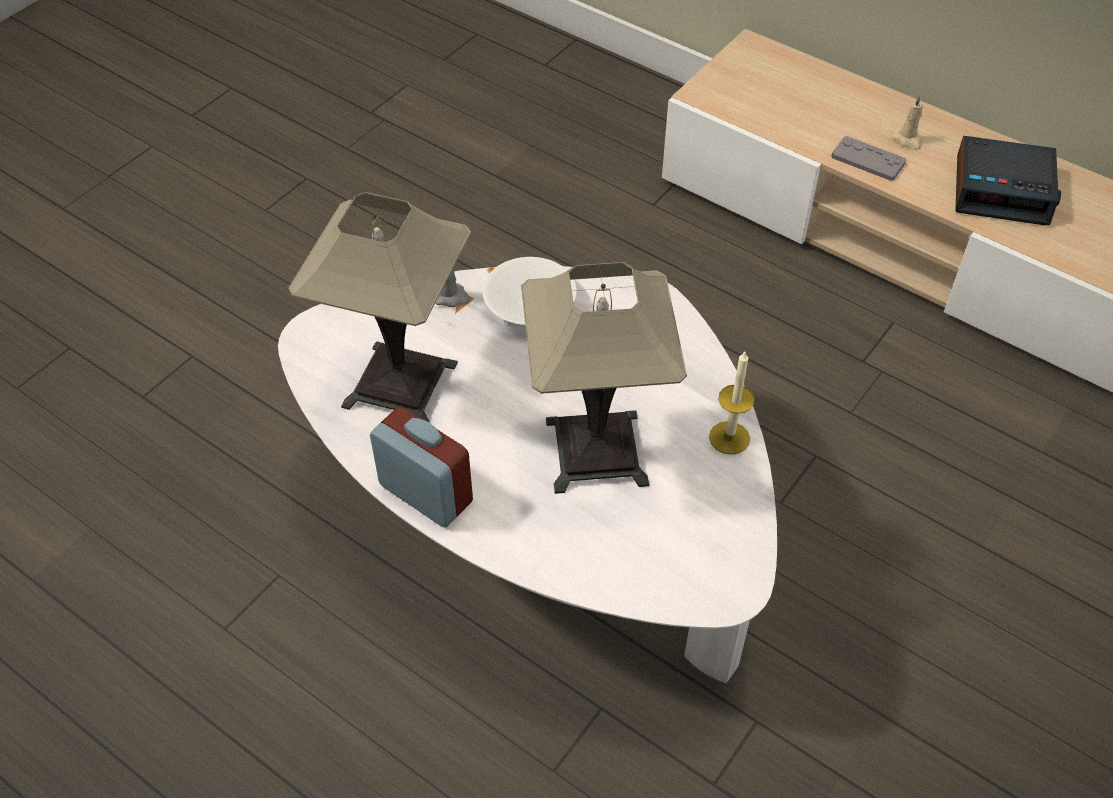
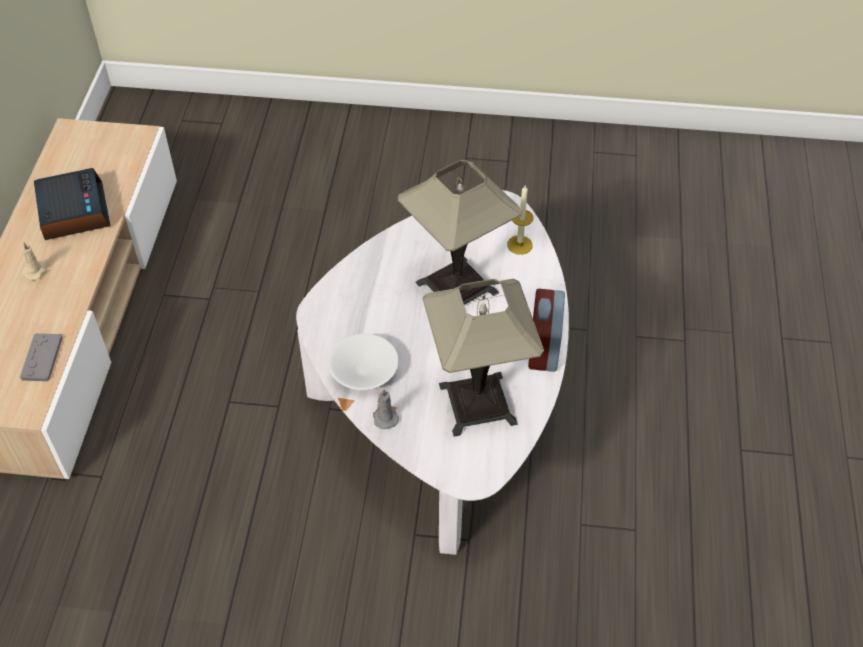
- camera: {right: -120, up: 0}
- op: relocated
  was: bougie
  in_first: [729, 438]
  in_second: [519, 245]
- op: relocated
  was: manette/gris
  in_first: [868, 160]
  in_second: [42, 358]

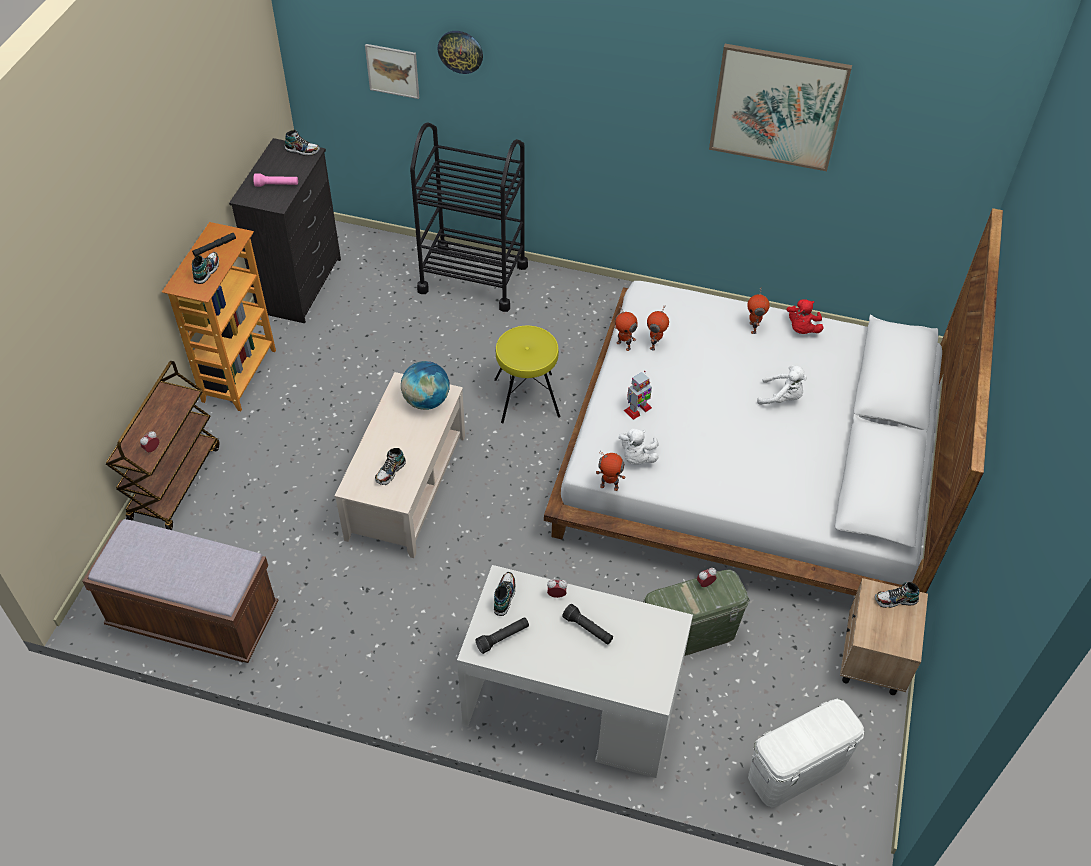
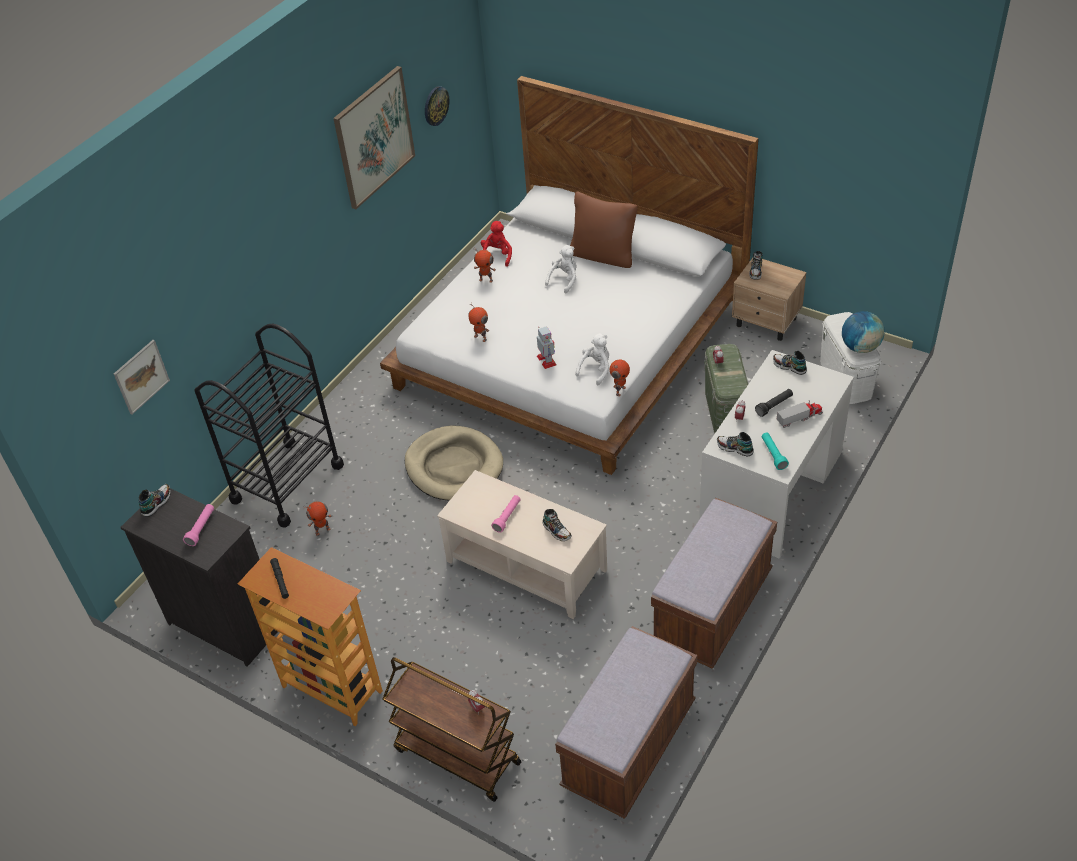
- camera: {right: -70, up: -5}
- op: relocated
  was: chaussure
  in_first: [207, 271]
  in_second: [789, 367]
- op: relocated
  was: globe
  in_first: [426, 401]
  in_second: [860, 347]
- op: relocated
  was: horloge murale
  in_first: [460, 51]
  in_second: [435, 105]
- op: colour
  was: lampe de poche/noir
  now: lampe de poche/turquoise
  in_first: [503, 638]
  in_second: [773, 454]
- op: exchanged
  was: tabouret/jaune
  now: panier pour chien/beige
  in_first: [527, 397]
  in_second: [454, 466]
- op: relocated
  was: robot jouet
  in_first: [624, 345]
  in_second: [322, 530]
- op: spun
  was: peluche/blanc
  in_first: [636, 457]
  in_second: [596, 369]
  clockwise: -90
- op: spun
  was: peluche/rouge
  in_first: [801, 329]
  in_second: [497, 256]
  clockwise: -120
- op: appeared
  now: lampe de poche/rose
  in_second: [507, 517]
- op: appeared
  now: coussin/marron
  in_second: [603, 255]
- op: appeared
  now: banc/marron
  in_second: [712, 609]
- op: appeared
  now: camion jouet
  in_second: [800, 418]

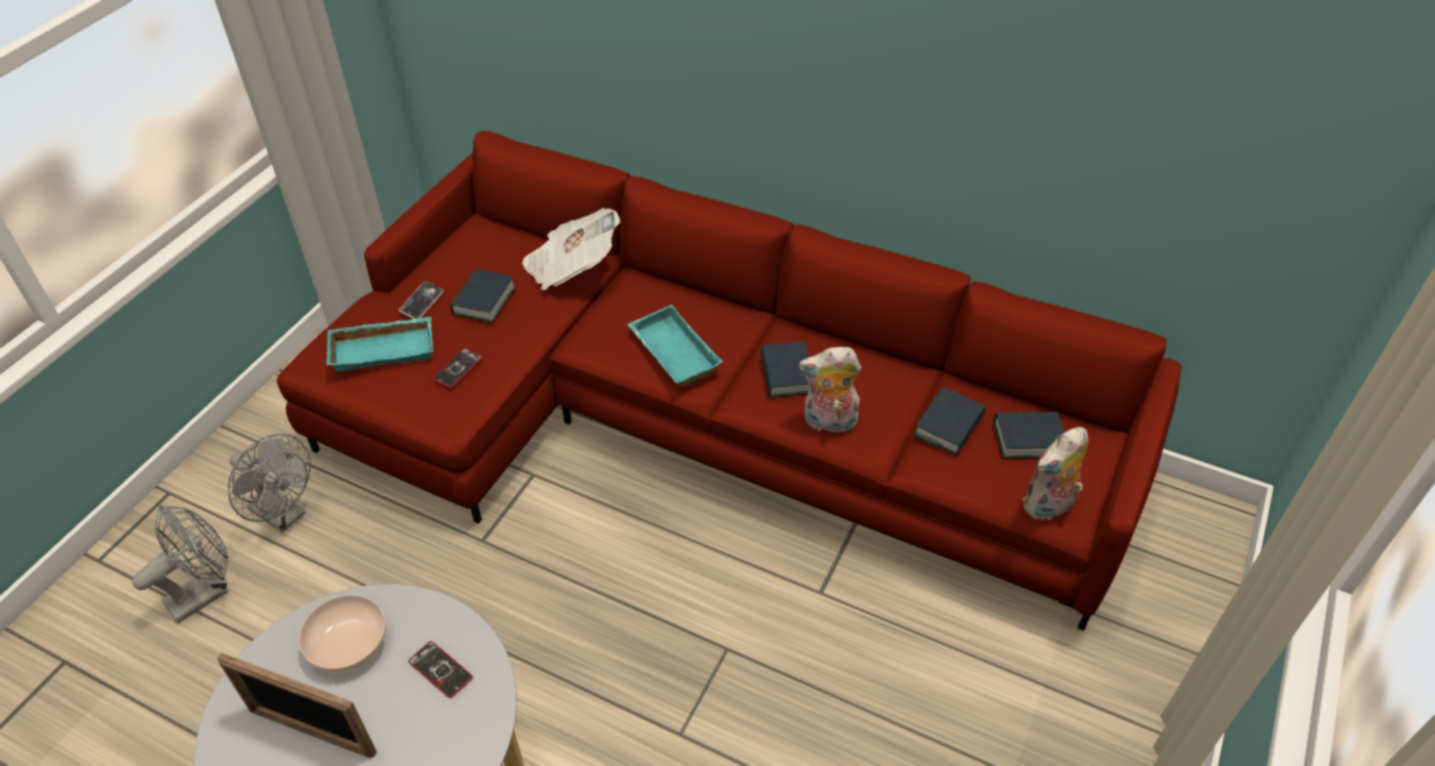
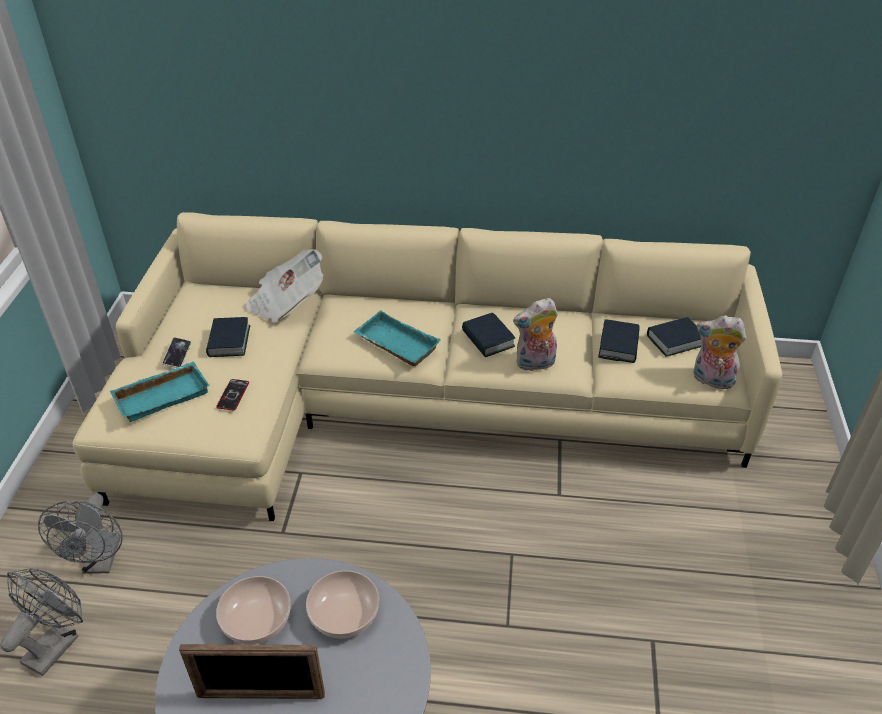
- camera: {right: -20, up: -5}
- op: spun
  was: ventilateur/gris
  in_first: [284, 515]
  in_second: [101, 562]
  clockwise: 75
- op: colour
  was: canapé/rouge
  now: canapé/beige
  in_first: [699, 424]
  in_second: [412, 403]
- op: exchanged
  was: téléphone
  now: bol
  in_first: [440, 670]
  in_second: [344, 614]
- op: spun
  was: peluche
  in_first: [1048, 507]
  in_second: [711, 380]
  clockwise: 75

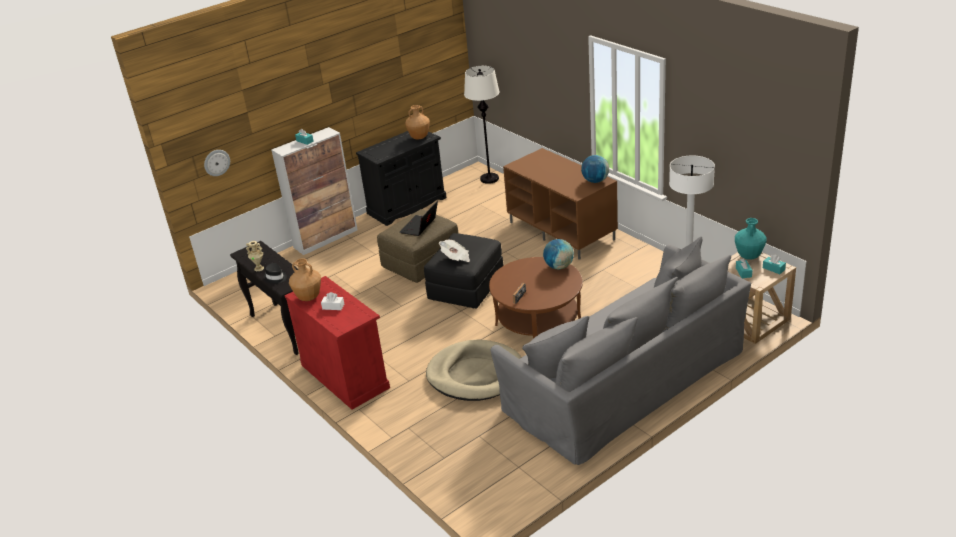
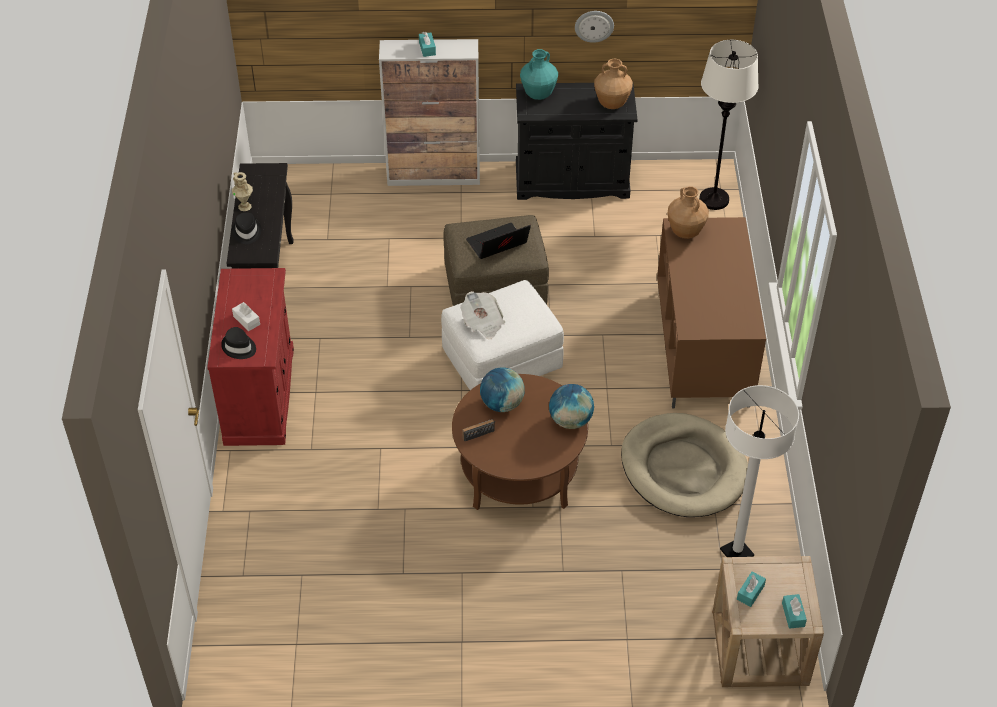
- camera: {right: 35, up: 15}
- op: relocated
  was: horloge murale
  in_first: [216, 162]
  in_second: [594, 25]
- op: relocated
  was: vase/marron
  in_first: [308, 297]
  in_second: [685, 232]
- op: colour
  was: pouf/noir
  now: pouf/blanc
  in_first: [466, 287]
  in_second: [502, 359]
- op: relocated
  was: panier pour chien/beige
  in_first: [475, 374]
  in_second: [683, 469]
- op: missing
  was: canapé/gris
  in_first: [624, 378]
- op: relocated
  was: globe
  in_first: [595, 181]
  in_second: [502, 404]
- op: relocated
  was: vase/turquoise
  in_first: [749, 256]
  in_second: [538, 94]
- op: appeared
  now: chapeau/noir
  in_second: [239, 347]

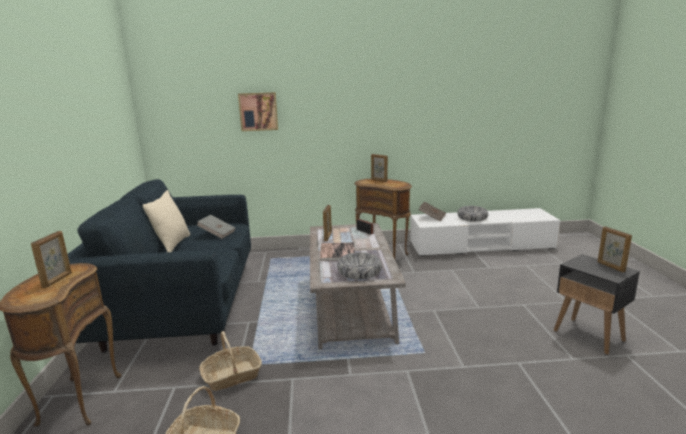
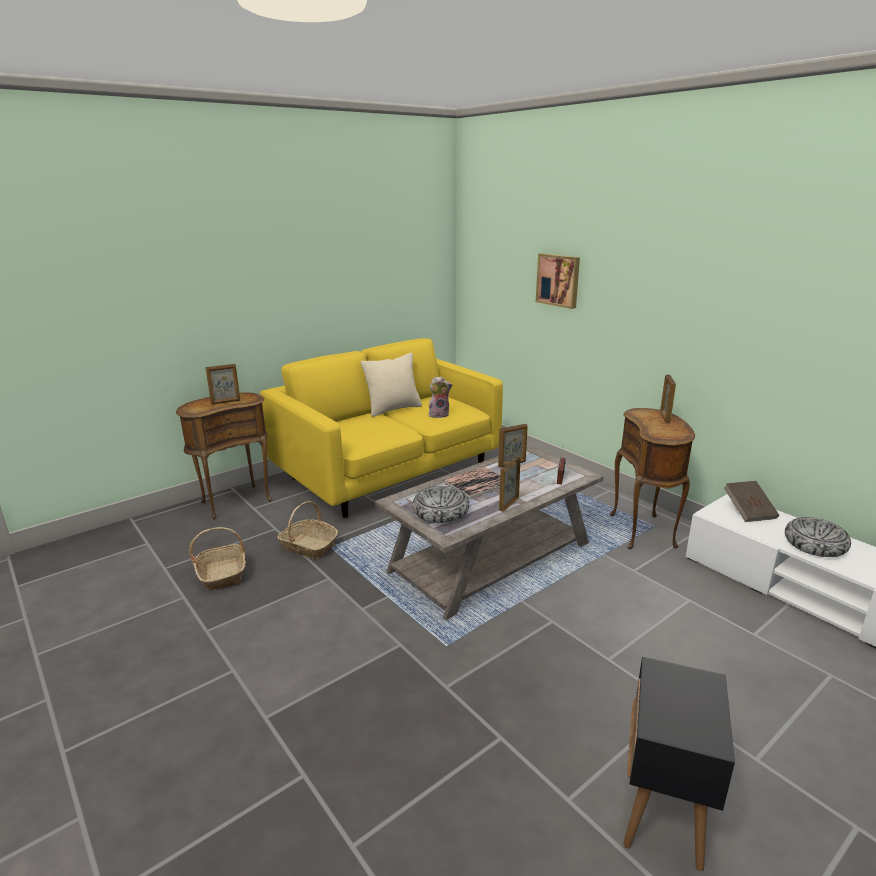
- camera: {right: 55, up: 5}
- op: colour
  was: canapé/bleu
  now: canapé/jaune
  in_first: [183, 304]
  in_second: [389, 472]
- op: exchanged
  was: livre/gris
  now: peluche
  in_first: [217, 234]
  in_second: [439, 414]
- op: relocated
  was: cadre photo
  in_first: [610, 267]
  in_second: [508, 504]

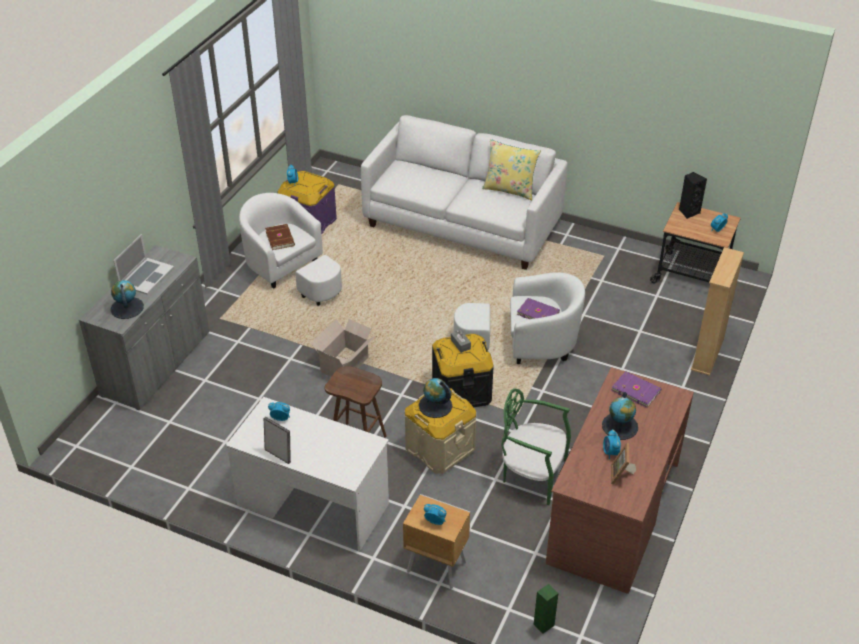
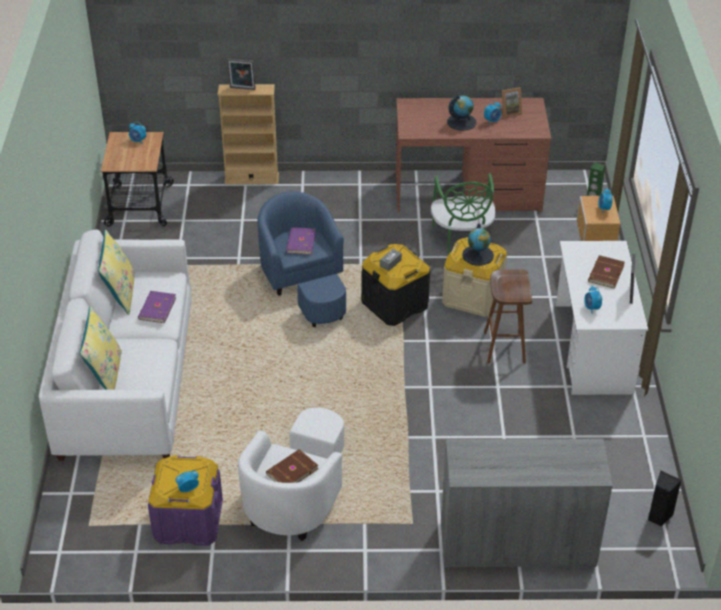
- camera: {right: -115, up: 0}
- op: missing
  was: globe
  in_first: [127, 308]
- op: missing
  was: ordinateur portable
  in_first: [146, 276]
- op: missing
  was: carton
  in_first: [345, 364]
- op: colour
  was: fauteuil/blanc
  now: fauteuil/bleu
  in_first: [525, 344]
  in_second: [304, 283]
- op: relocated
  was: livre/violet
  in_first: [636, 390]
  in_second: [156, 308]
- op: relocated
  was: enceinte/noir
  in_first: [688, 212]
  in_second: [658, 516]
- op: appeared
  now: coussin/jaune
  in_second: [105, 374]
- op: appeared
  now: cadre photo
  in_second: [242, 89]
- op: appeared
  now: livre/marron
  in_second: [605, 273]

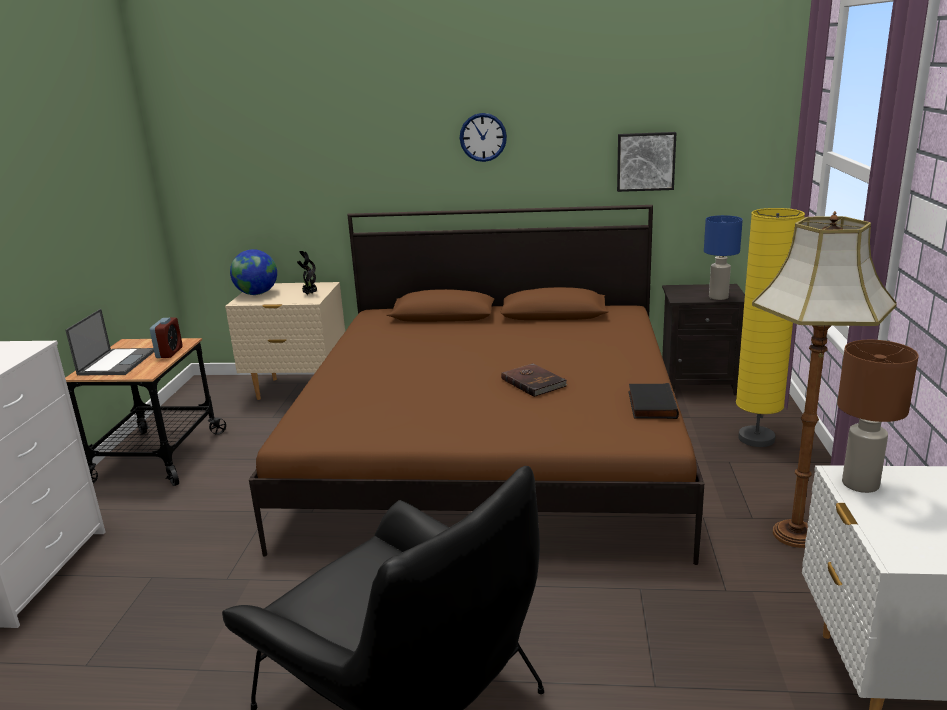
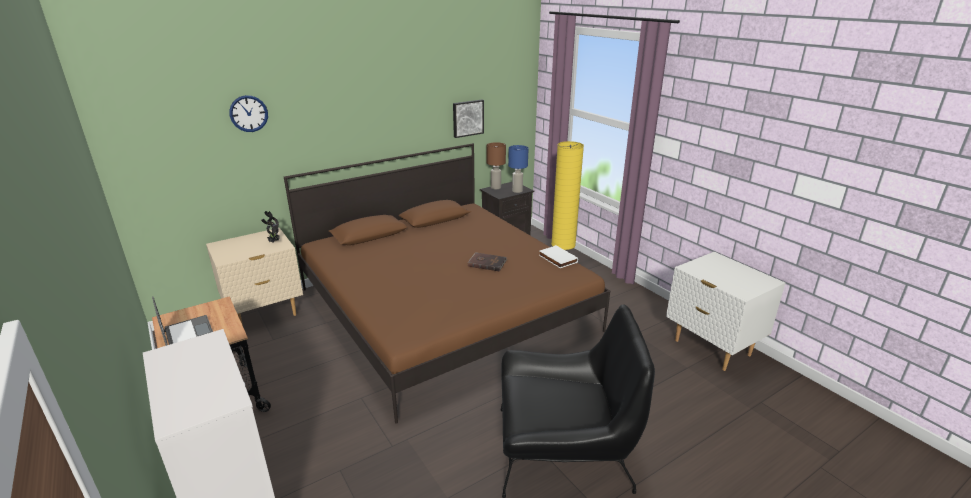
- camera: {right: -40, up: 5}
- op: missing
  was: réveil
  in_first: [169, 352]
- op: missing
  was: globe
  in_first: [257, 294]
- op: relocated
  was: horloge murale
  in_first: [483, 137]
  in_second: [248, 113]
- op: colour
  was: livre/noir
  now: livre/blanc
  in_first: [650, 404]
  in_second: [557, 259]
- op: missing
  was: lampadaire
  in_first: [794, 533]
- op: relocated
  was: lampe de table/marron
  in_first: [859, 484]
  in_second: [495, 187]

